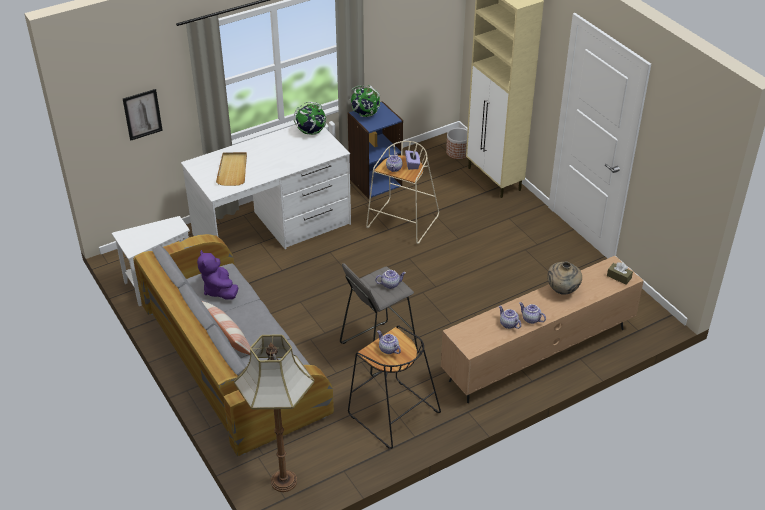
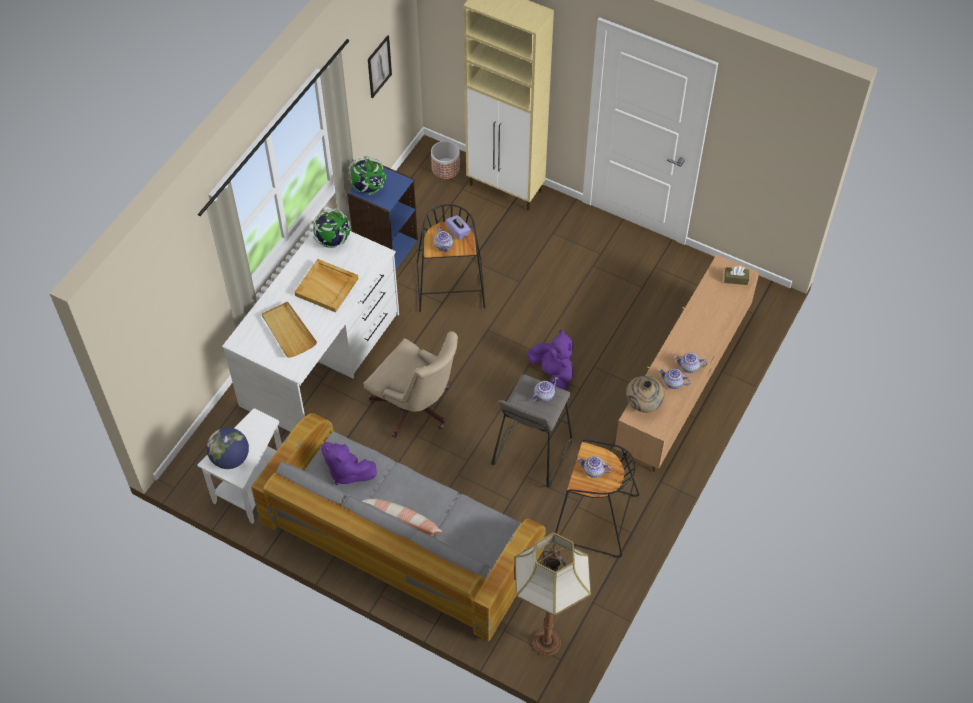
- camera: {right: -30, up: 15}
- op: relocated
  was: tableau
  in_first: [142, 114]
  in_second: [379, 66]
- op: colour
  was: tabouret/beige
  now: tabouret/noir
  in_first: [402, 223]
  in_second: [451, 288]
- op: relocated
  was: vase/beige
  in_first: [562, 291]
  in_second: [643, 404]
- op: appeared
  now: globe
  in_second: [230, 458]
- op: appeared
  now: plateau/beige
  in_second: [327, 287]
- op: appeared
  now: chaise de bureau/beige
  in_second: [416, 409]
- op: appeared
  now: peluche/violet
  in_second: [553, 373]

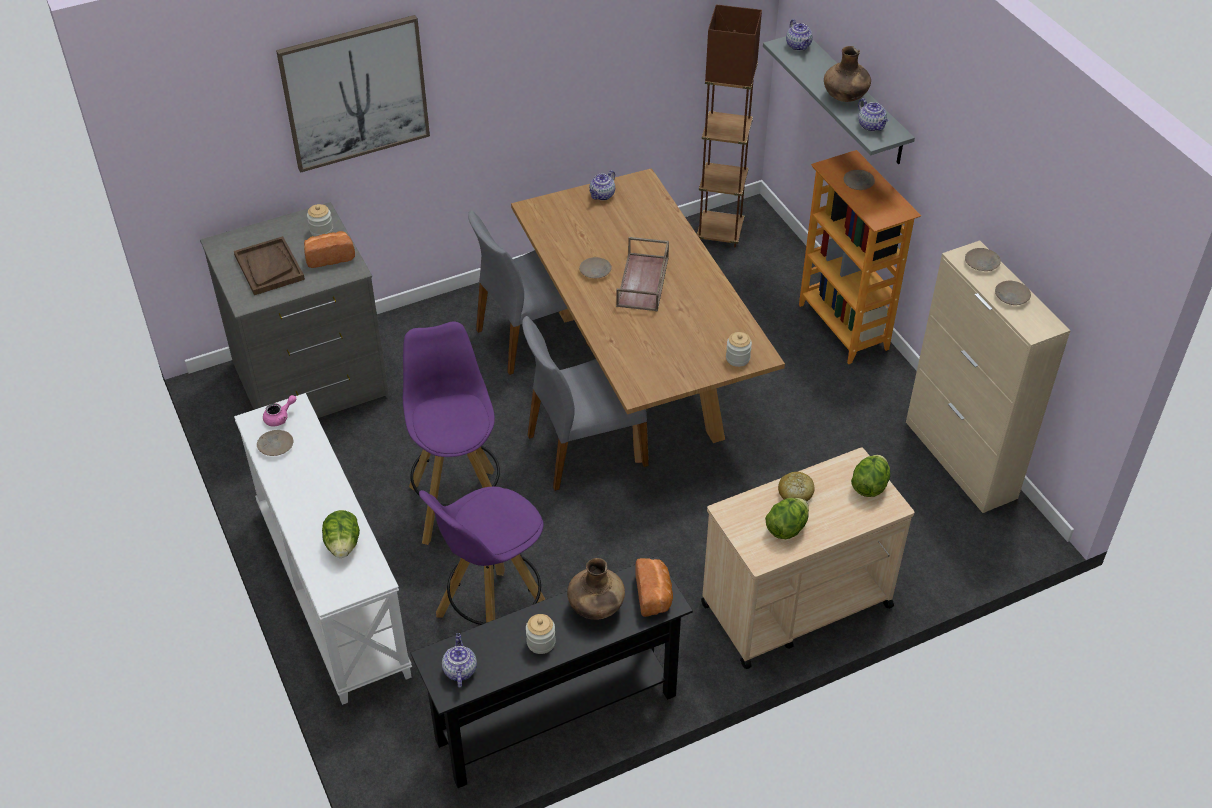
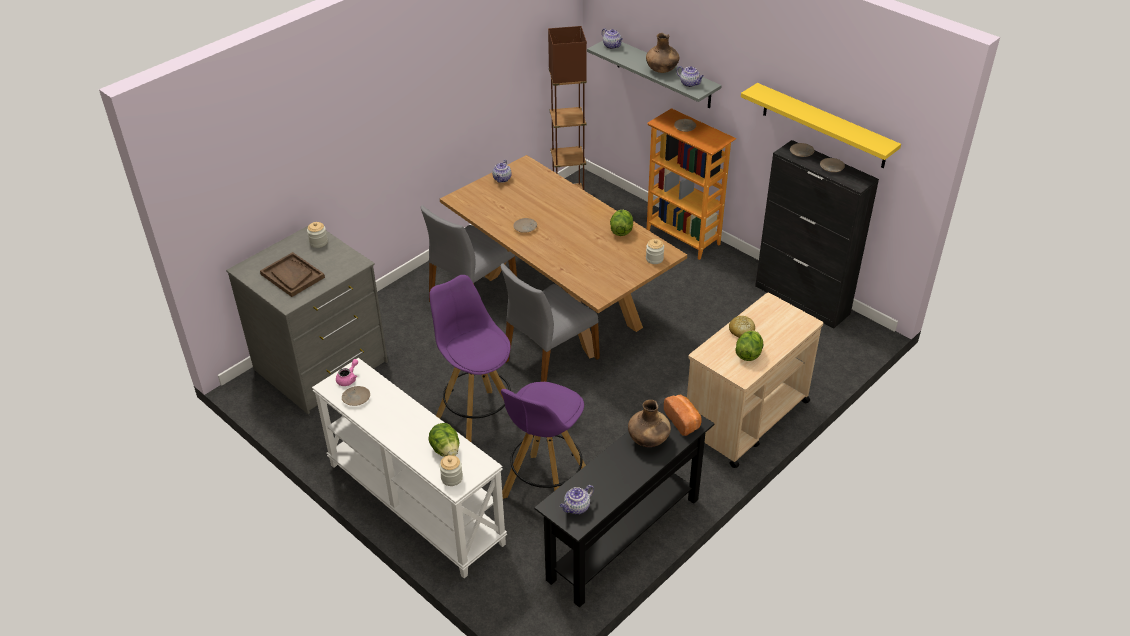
- camera: {right: -20, up: -5}
- op: missing
  was: tableau
  in_first: [355, 93]
- op: missing
  was: pain
  in_first: [329, 256]
- op: spun
  was: théière
  in_first: [459, 670]
  in_second: [576, 508]
  clockwise: -105
- op: relocated
  was: bocal
  in_first: [541, 642]
  in_second: [452, 478]
- op: missing
  was: plateau/marron
  in_first: [643, 282]
- op: relocated
  was: laitue
  in_first: [869, 486]
  in_second: [621, 231]
- op: colour
  was: meuble de rangement/beige
  now: meuble de rangement/noir
  in_first: [960, 460]
  in_second: [802, 300]
- op: appeared
  now: étagère/jaune
  in_second: [824, 126]

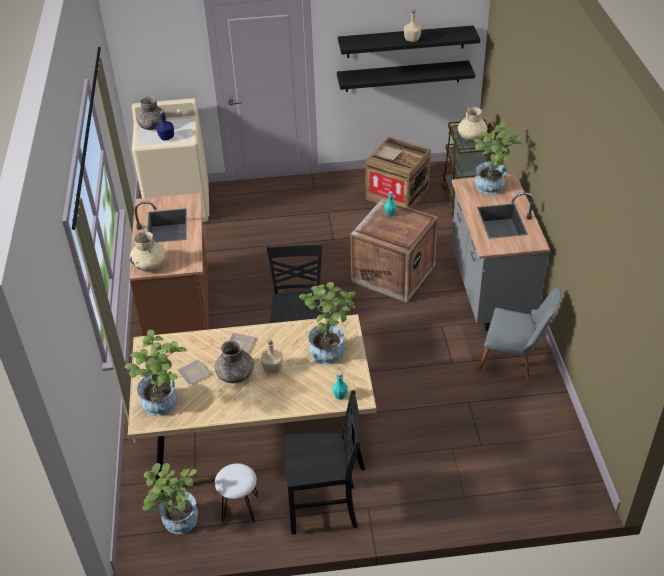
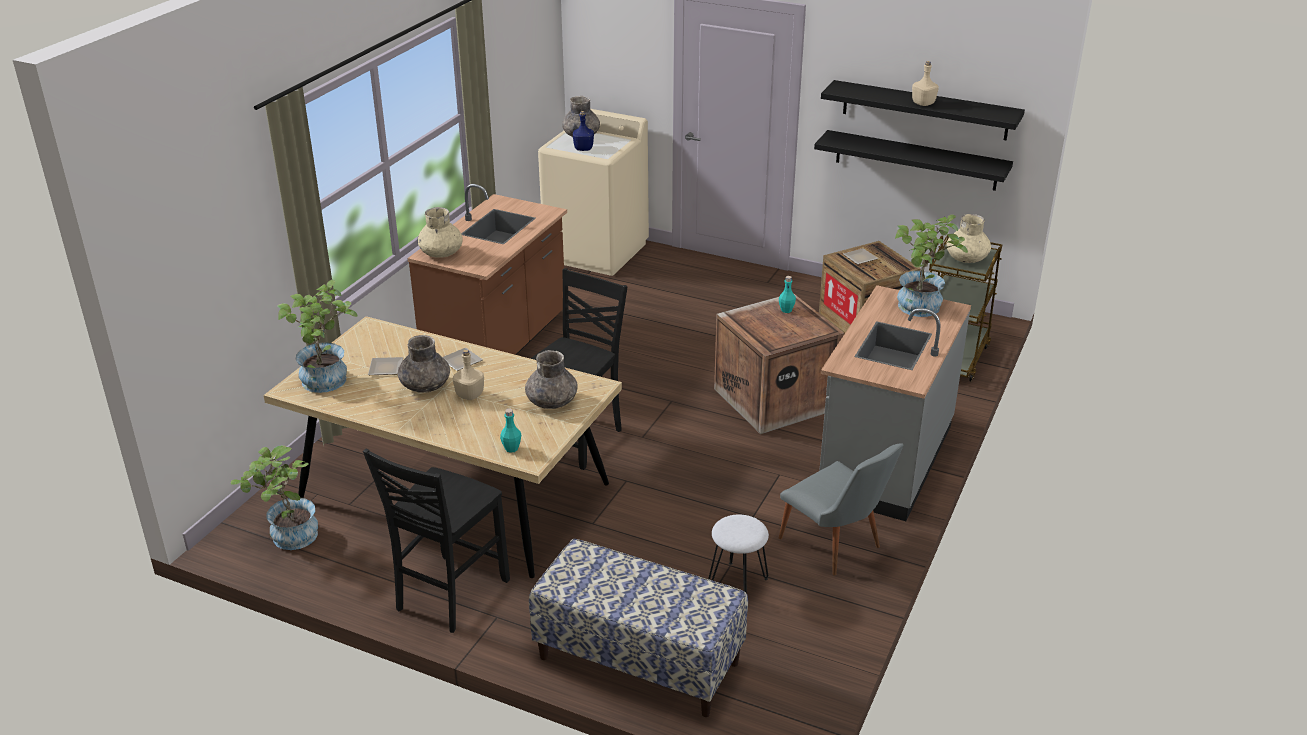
- camera: {right: 30, up: -10}
- op: relocated
  was: tabouret/blanc
  in_first: [240, 508]
  in_second: [737, 583]
- op: spun
  was: chaise/noir
  in_first: [324, 508]
  in_second: [449, 595]
  clockwise: 90
- op: exchanged
  was: plante en pot
  now: vase/gris
  in_first: [330, 349]
  in_second: [552, 402]
- op: appeared
  now: banc
  in_second: [638, 661]

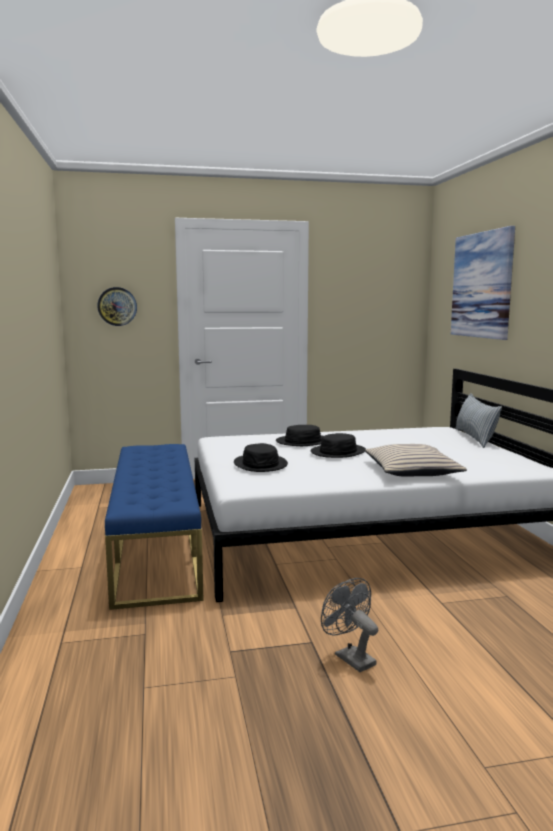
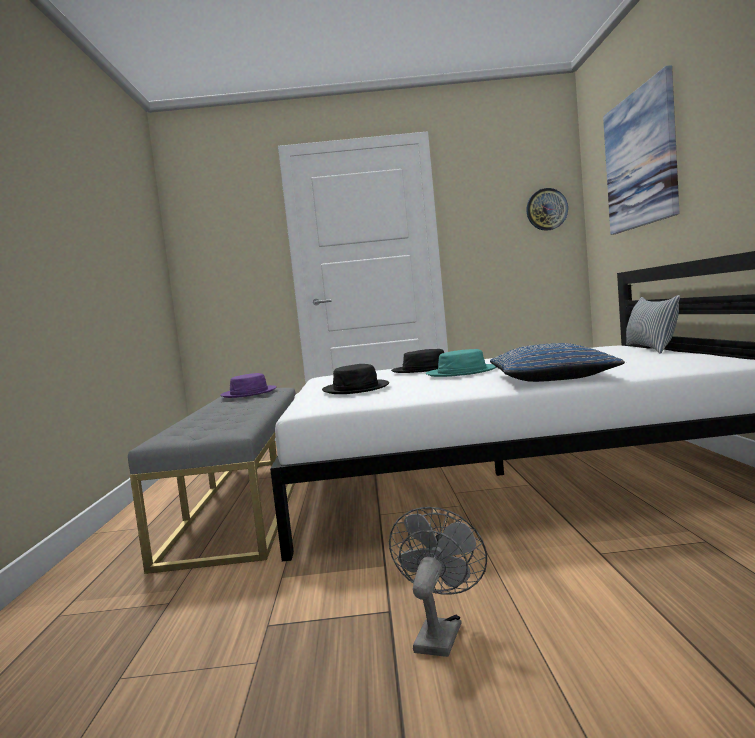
- camera: {right: 10, up: -5}
- op: relocated
  was: horloge murale
  in_first: [117, 306]
  in_second: [546, 209]
- op: colour
  was: banc/bleu
  now: banc/gris
  in_first: [156, 547]
  in_second: [244, 502]
- op: colour
  was: chapeau/noir
  now: chapeau/turquoise
  in_first: [338, 452]
  in_second: [462, 372]
- op: spun
  was: ventilateur/gris
  in_first: [350, 657]
  in_second: [440, 633]
  clockwise: 45
- op: colour
  was: coussin/beige
  now: coussin/bleu
  in_first: [412, 471]
  in_second: [551, 378]
- op: appeared
  now: chapeau/violet
  in_second: [249, 393]

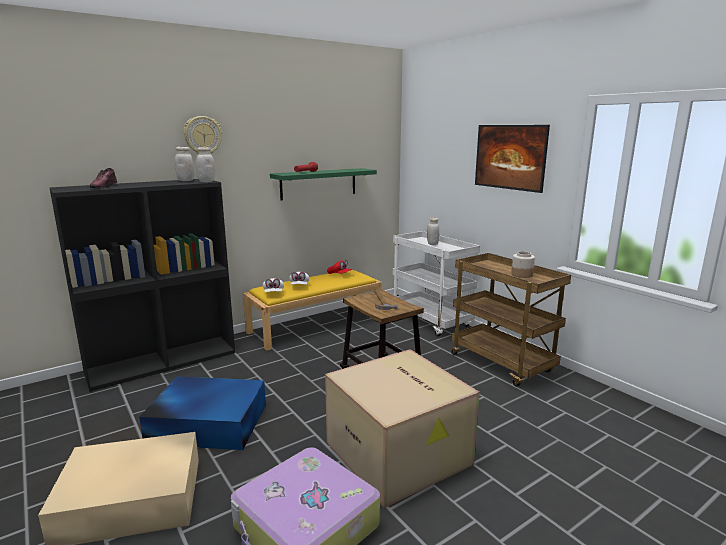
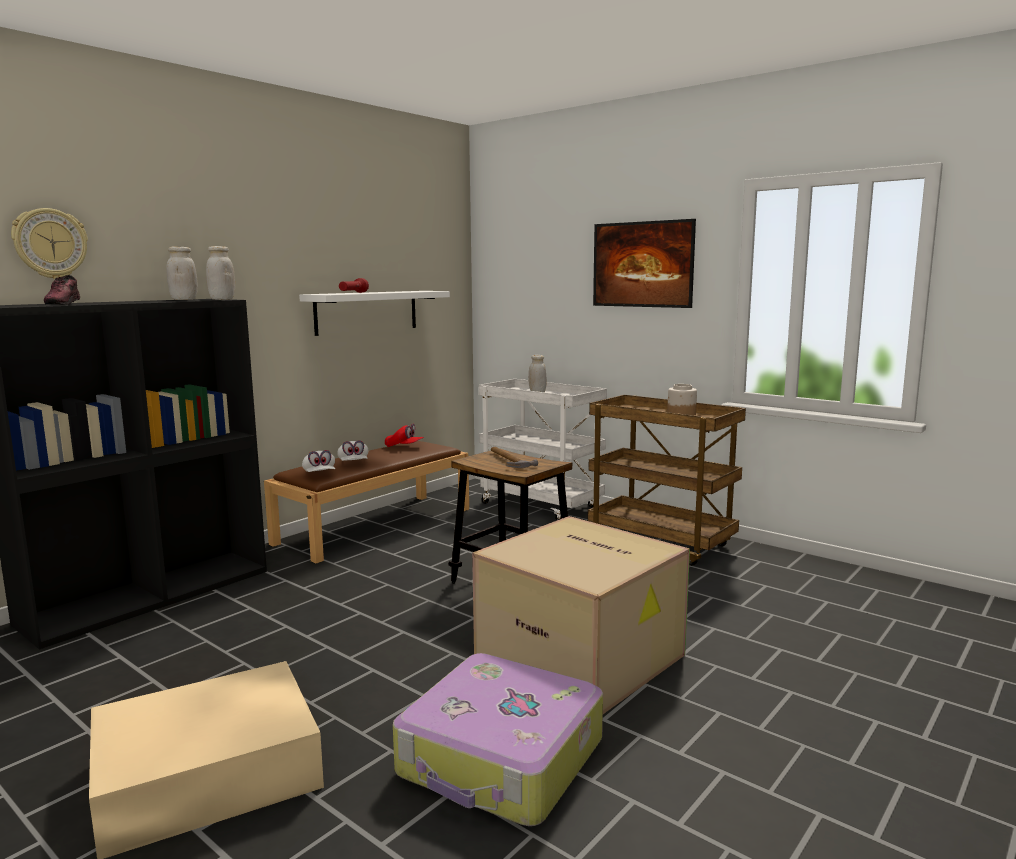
- camera: {right: -15, up: -5}
- op: missing
  was: boîte de rangement/bleu
  in_first: [207, 423]
- op: relocated
  was: horloge murale
  in_first: [203, 136]
  in_second: [50, 244]
- op: colour
  was: banc/jaune
  now: banc/marron
  in_first: [316, 325]
  in_second: [376, 525]
- op: colour
  was: étagère/vert
  now: étagère/blanc
  in_first: [319, 183]
  in_second: [367, 312]

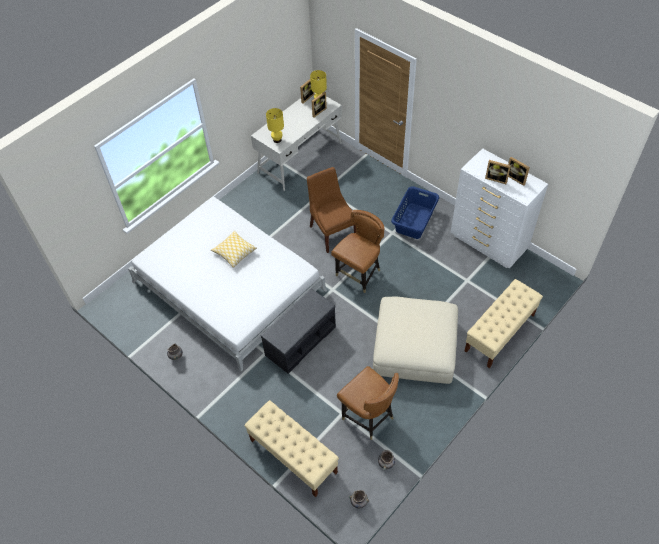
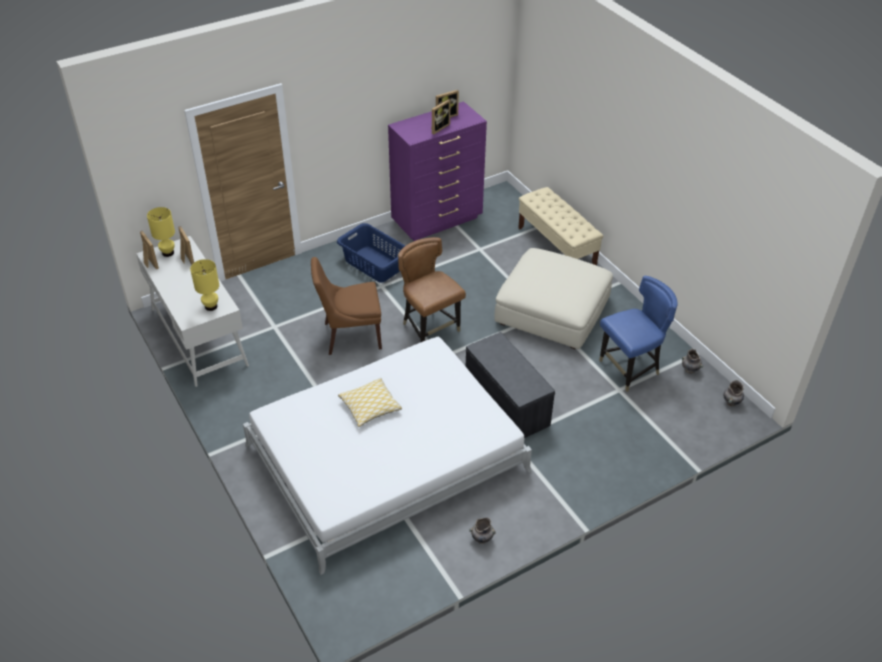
- camera: {right: -75, up: -10}
- op: missing
  was: banc/beige
  in_first: [293, 456]
- op: colour
  was: chaise/marron
  now: chaise/bleu
  in_first: [368, 417]
  in_second: [629, 369]
- op: colour
  was: commode/blanc
  now: commode/violet
  in_first: [488, 243]
  in_second: [438, 220]

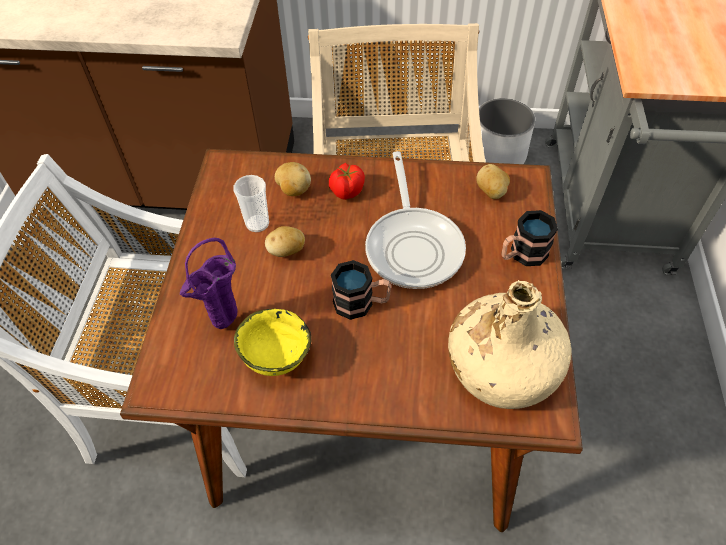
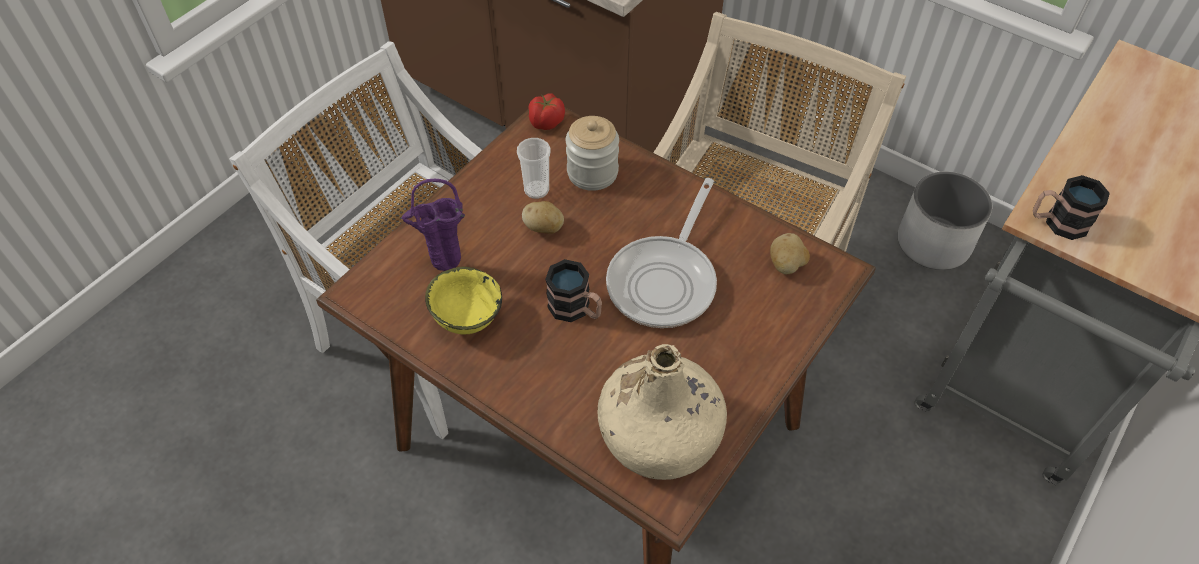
- camera: {right: 30, up: 0}
- op: exchanged
  was: pomme de terre
  now: bocal
  in_first: [293, 190]
  in_second: [592, 172]
- op: relocated
  was: tomate
  in_first: [346, 191]
  in_second: [546, 123]
- op: relocated
  was: mug
  in_first: [522, 255]
  in_second: [1057, 222]

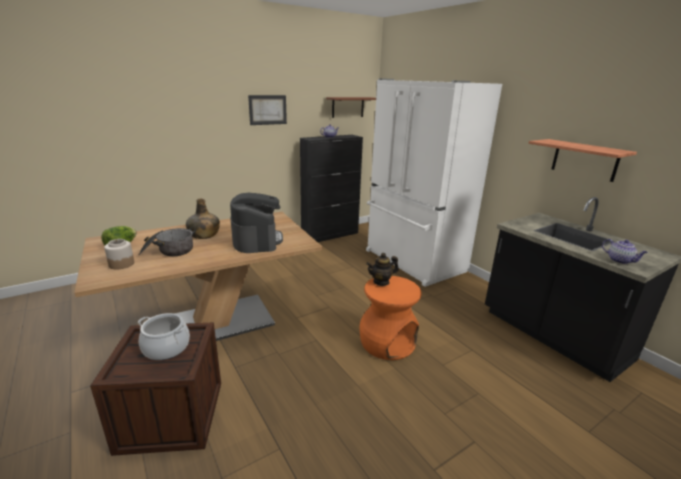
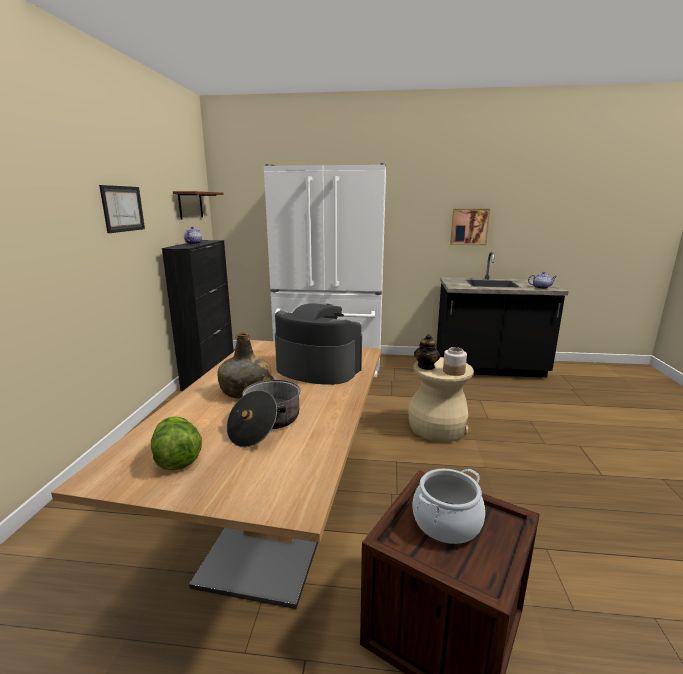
- camera: {right: -50, up: -5}
- op: relocated
  was: bocal
  in_first: [121, 264]
  in_second: [453, 371]
- op: colour
  was: tabouret/orange
  now: tabouret/beige
  in_first: [387, 342]
  in_second: [437, 427]
- op: exchanged
  was: étagère
  now: tableau
  in_first: [584, 160]
  in_second: [469, 226]

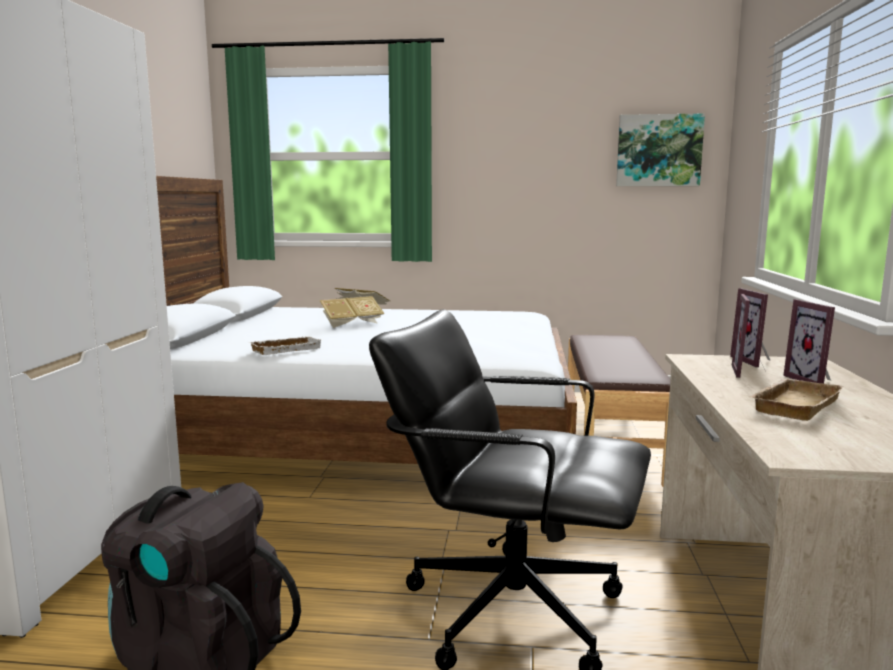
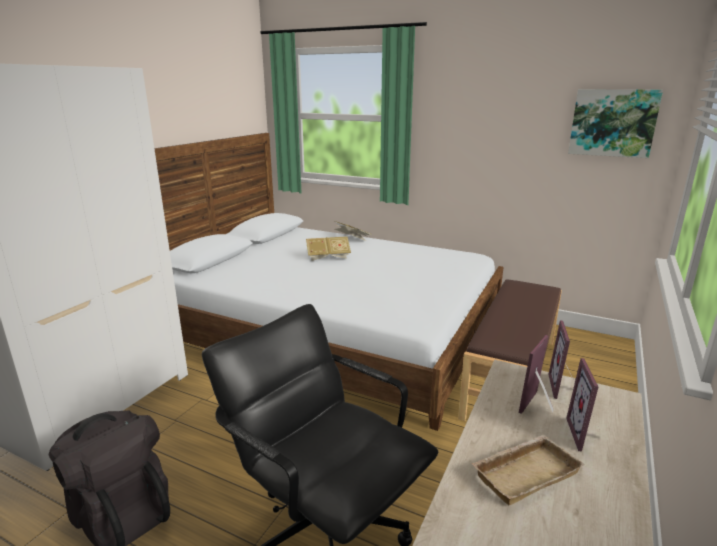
- camera: {right: 20, up: 10}
- op: missing
  was: plateau/blanc
  in_first: [286, 349]

